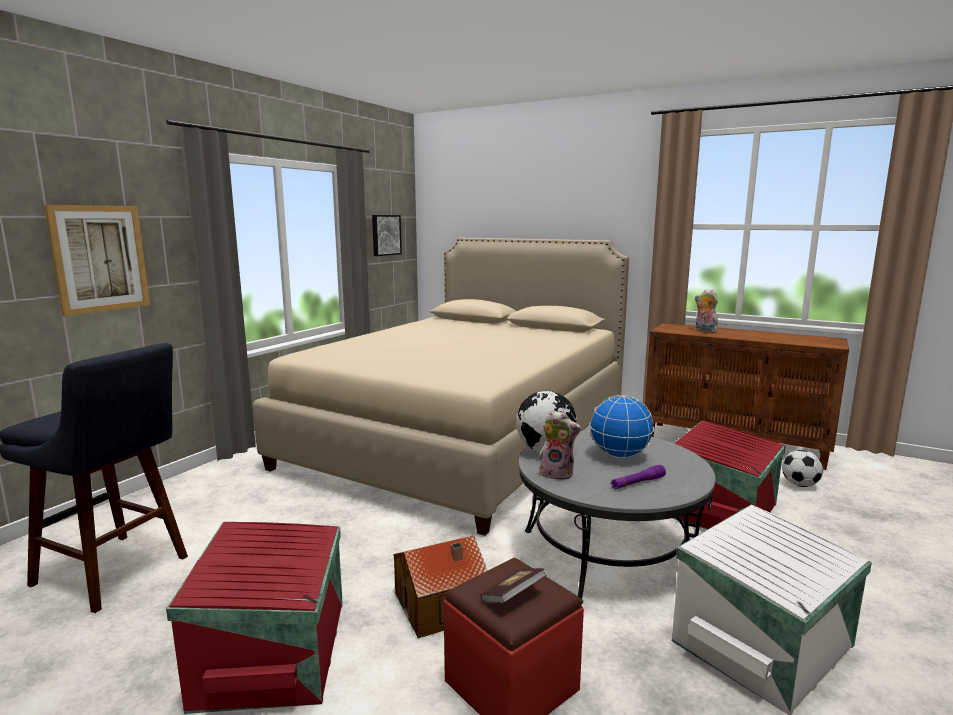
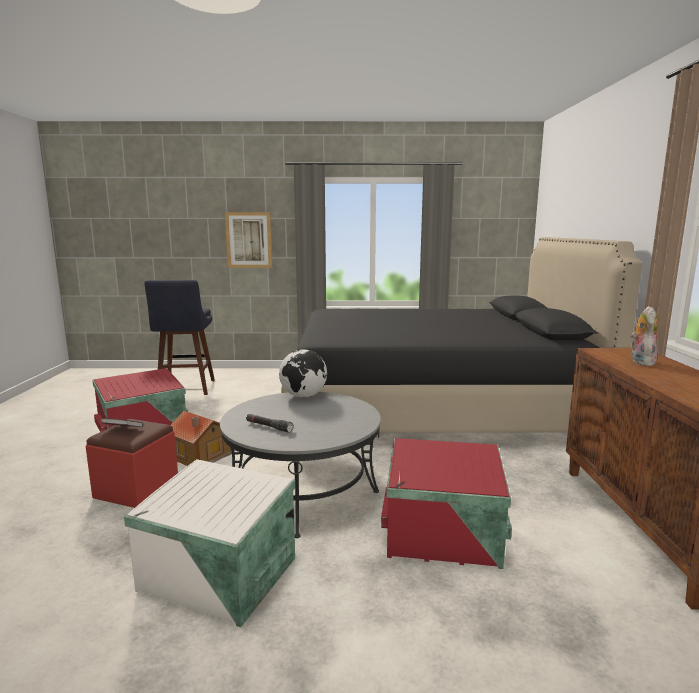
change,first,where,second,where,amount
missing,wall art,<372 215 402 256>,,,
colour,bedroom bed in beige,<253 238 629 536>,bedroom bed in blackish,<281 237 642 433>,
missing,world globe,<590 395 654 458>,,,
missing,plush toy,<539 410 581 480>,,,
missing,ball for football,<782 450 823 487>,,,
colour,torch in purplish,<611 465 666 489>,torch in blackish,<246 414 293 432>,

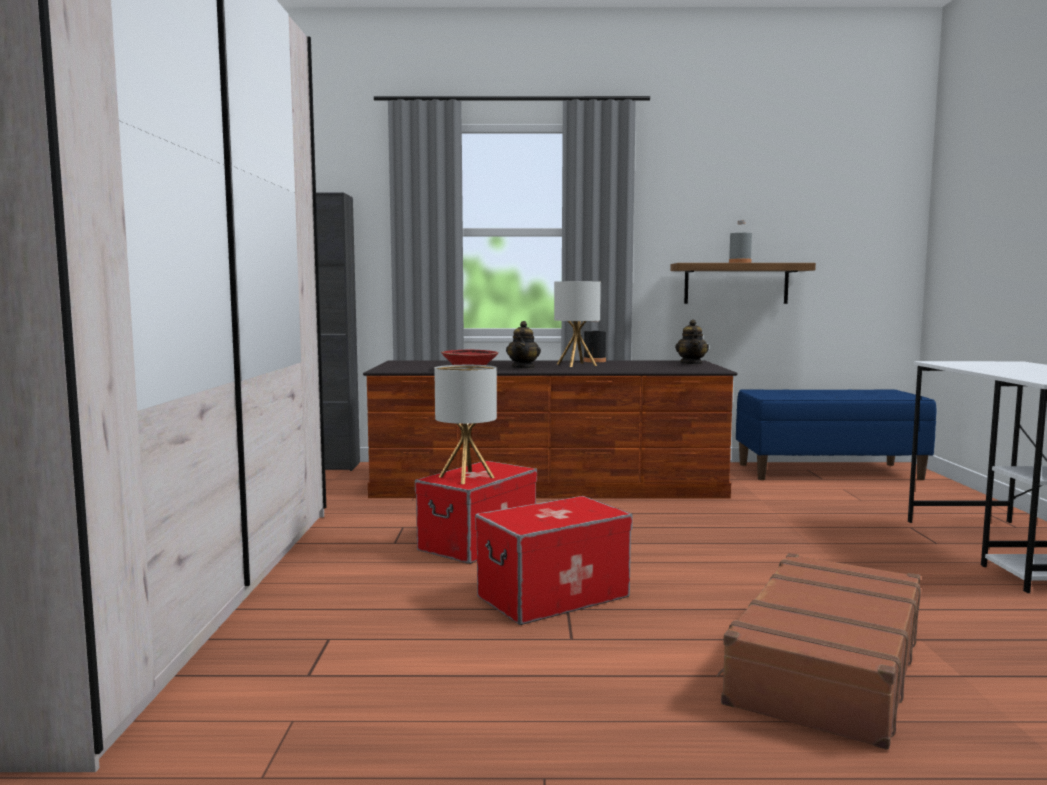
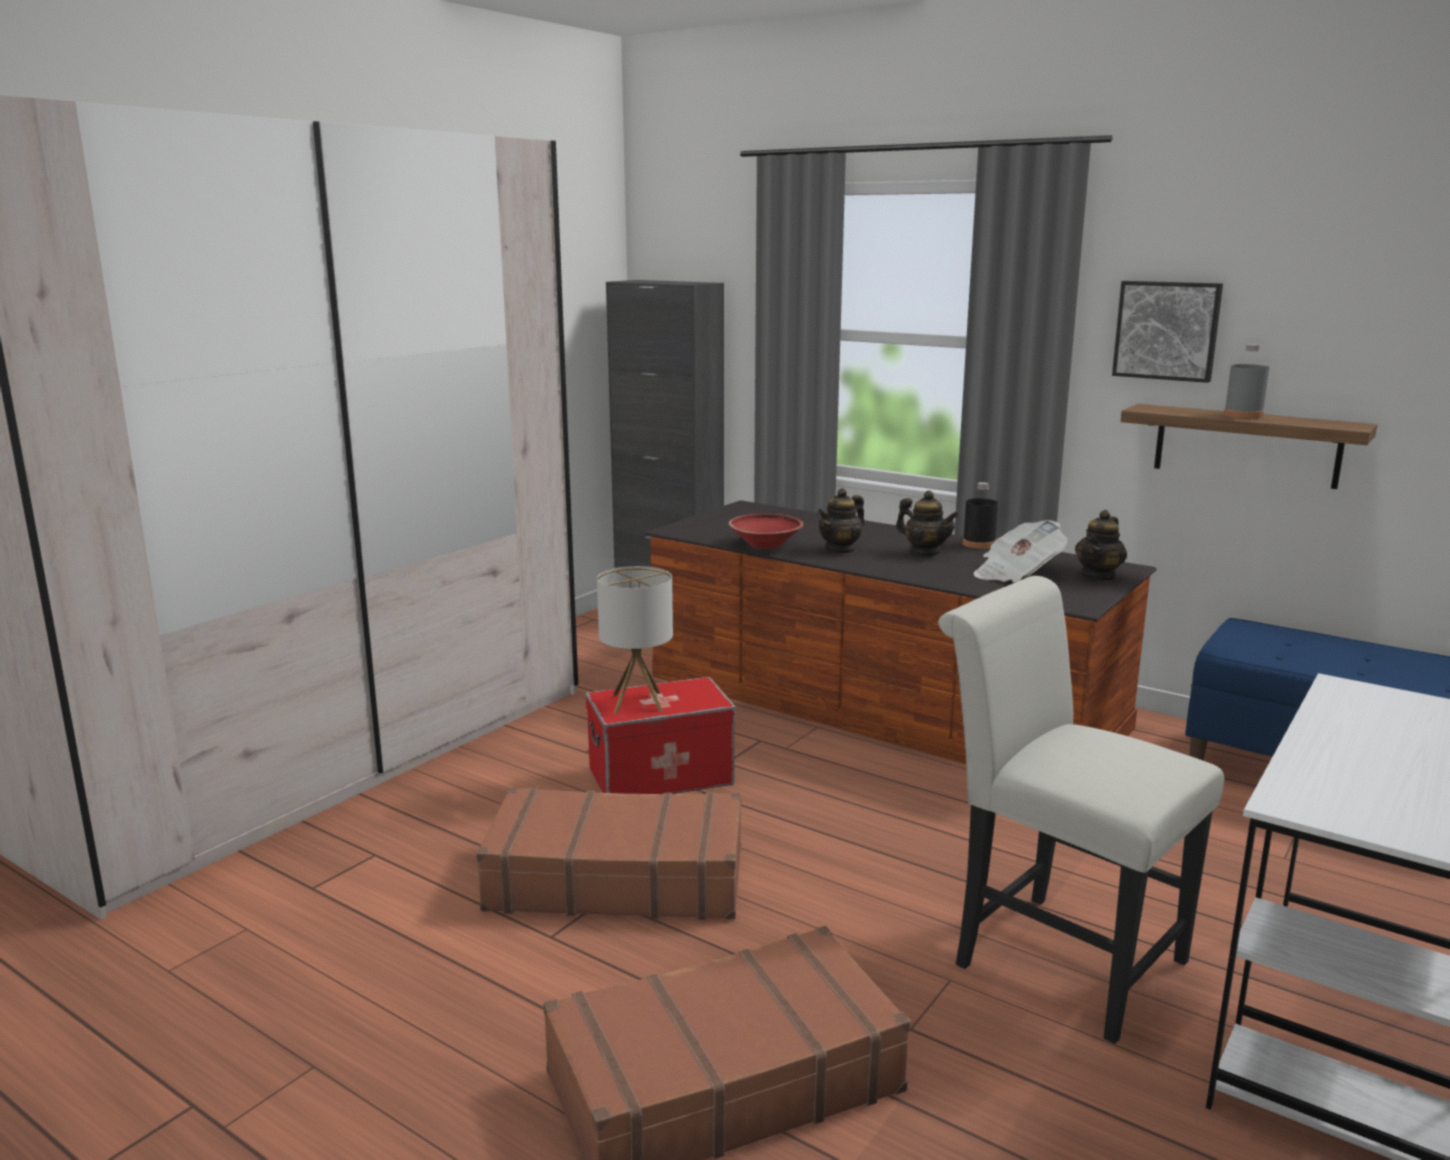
change,first,where,second,where,amount
exchanged,table lamp,<554 281 601 367>,pot for tea,<896 491 959 556>,
exchanged,storage bin,<475 496 633 625>,piece of luggage in brown,<476 787 741 920>,
appeared,,,wall art,<1112 281 1223 383>,
appeared,,,daily paper,<973 520 1068 582>,
appeared,,,chair in whitish,<938 576 1224 1044>,

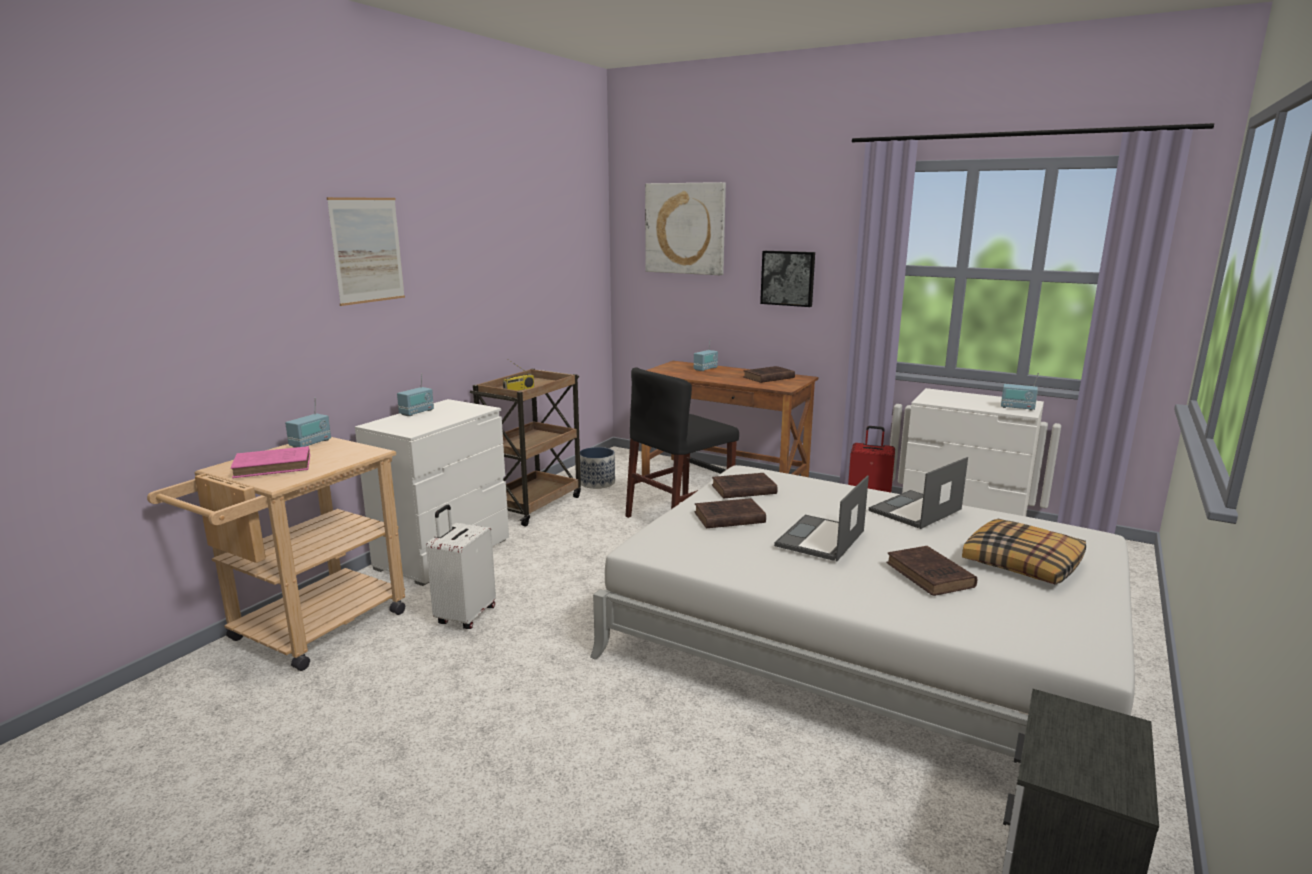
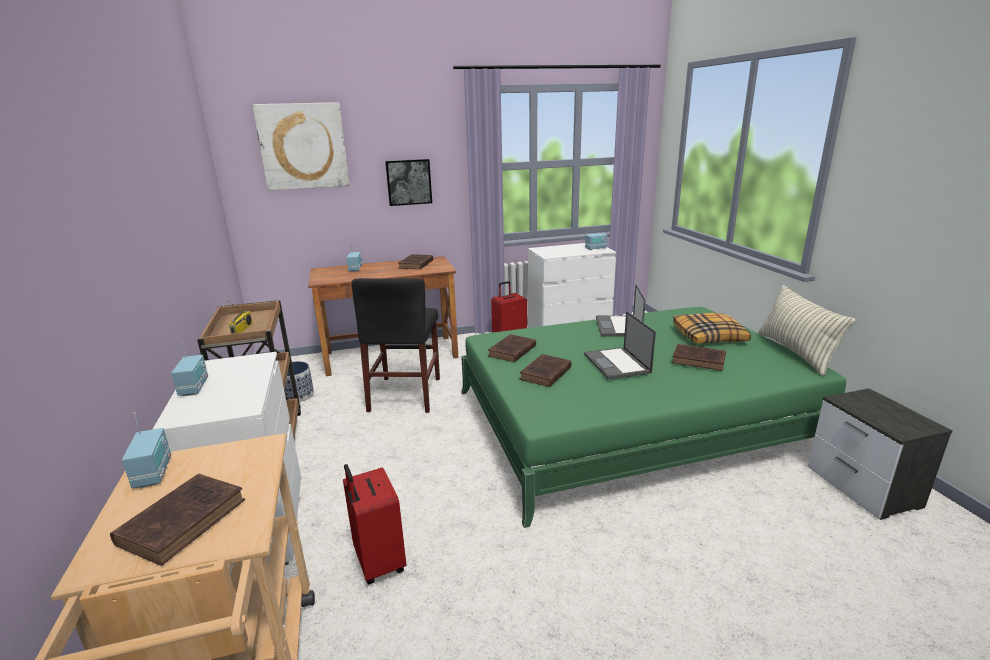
change,first,where,second,where,amount
missing,wall art,<327 197 405 306>,,,
colour,volume in pink,<231 446 310 478>,volume in brown,<110 474 245 566>,
colour,bedroom bed in whitish,<590 465 1135 757>,bedroom bed in greenish,<461 307 846 528>,
colour,piece of luggage in whitish,<426 505 496 629>,piece of luggage in reddish,<343 464 406 584>,
appeared,,,cushion,<758 285 856 376>,

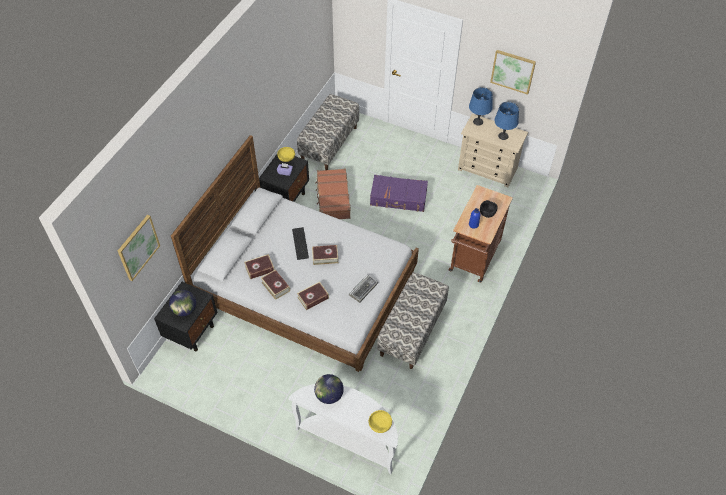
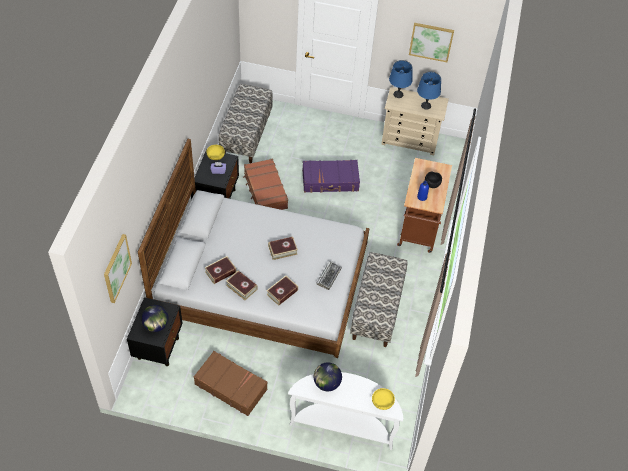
change,first,where,second,where,amount
missing,keyboard,<292 227 309 260>,,,
appeared,,,piece of luggage in brown,<194 351 268 416>,

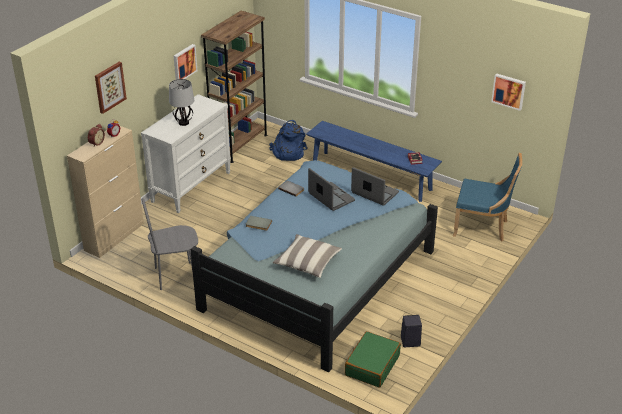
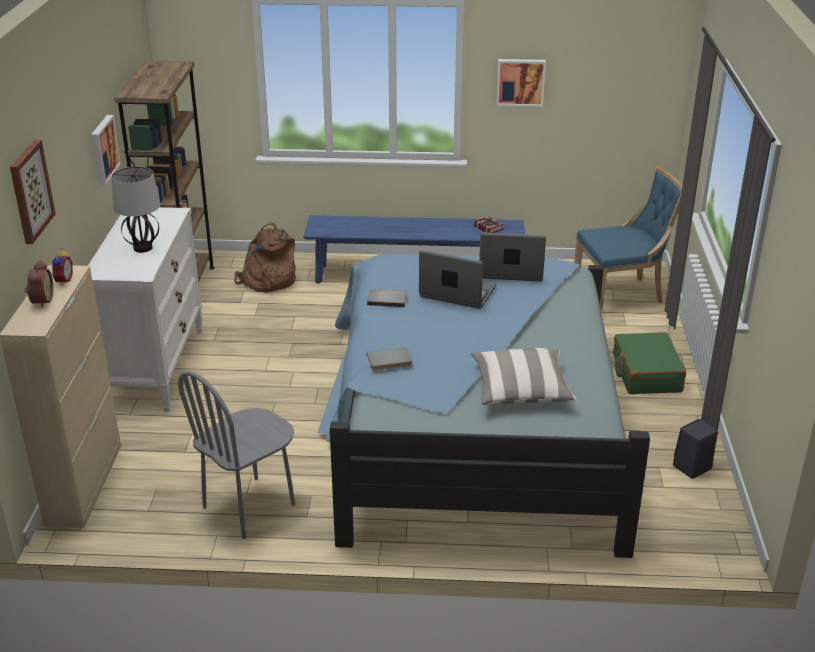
change,first,where,second,where,amount
relocated,wall art,<491 73 526 111>,,<496 59 546 107>,
colour,knapsack in bluish,<269 120 308 161>,knapsack in brown,<234 222 296 293>,
relocated,piece of luggage in greenish,<345 331 401 388>,,<613 332 686 394>,

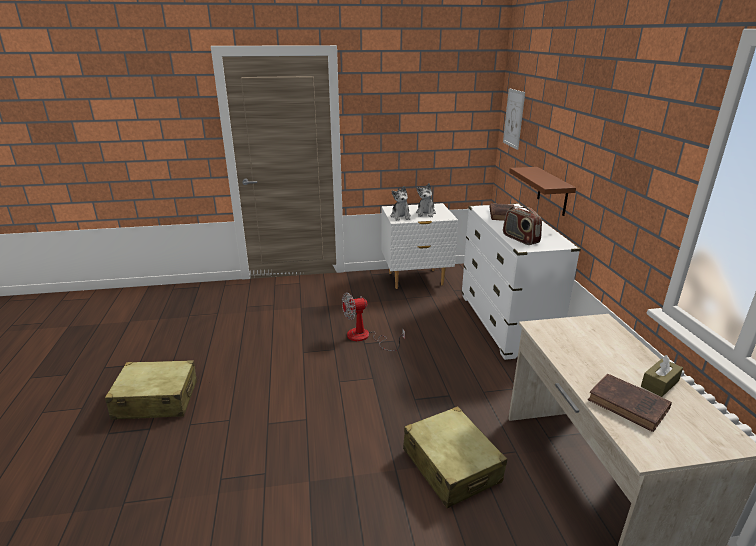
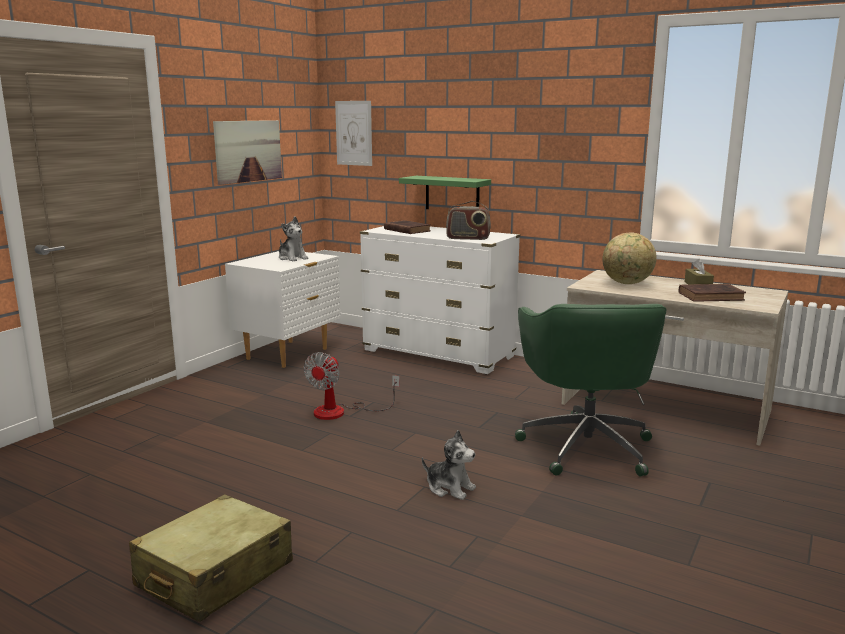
change,first,where,second,where,amount
colour,bracket shelf in brown,<509 167 576 216>,bracket shelf in greenish,<399 176 491 209>,
relocated,plush toy,<391 186 411 221>,,<422 430 476 500>,
exchanged,piece of luggage in beige,<403 406 507 508>,office chair in greenish,<515 304 667 476>,
appeared,,,wall art,<213 120 282 185>,
appeared,,,world globe,<603 232 657 284>,

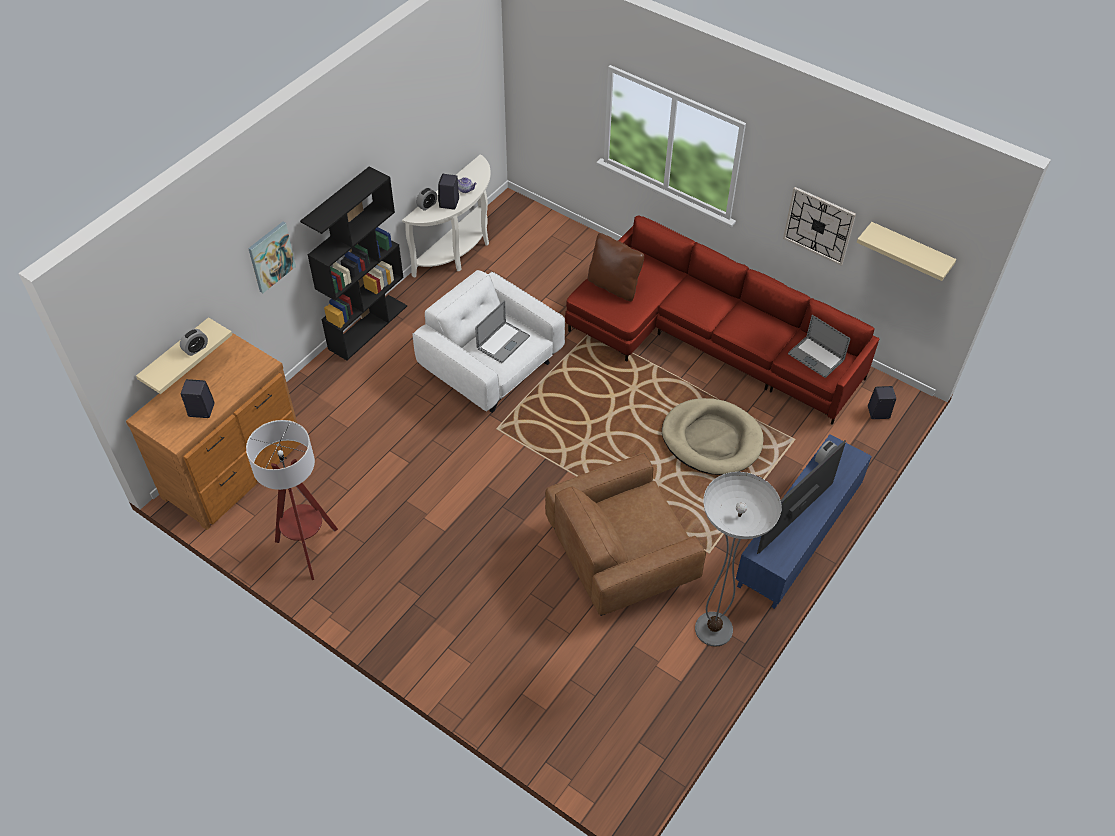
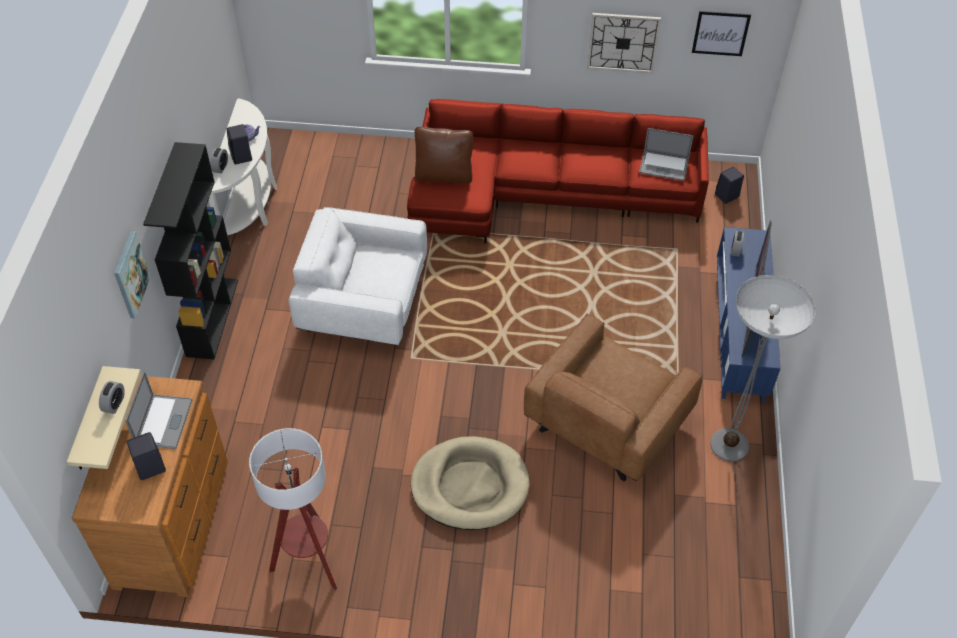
change,first,where,second,where,amount
exchanged,bracket shelf in beige,<857 222 957 281>,wall art,<692 11 751 56>,
relocated,laptop,<475 300 530 363>,,<125 371 192 449>,
relocated,dog cushion in beige,<662 398 763 475>,,<411 436 530 530>,

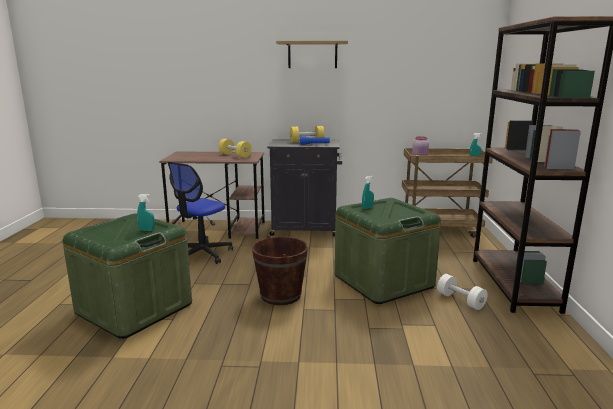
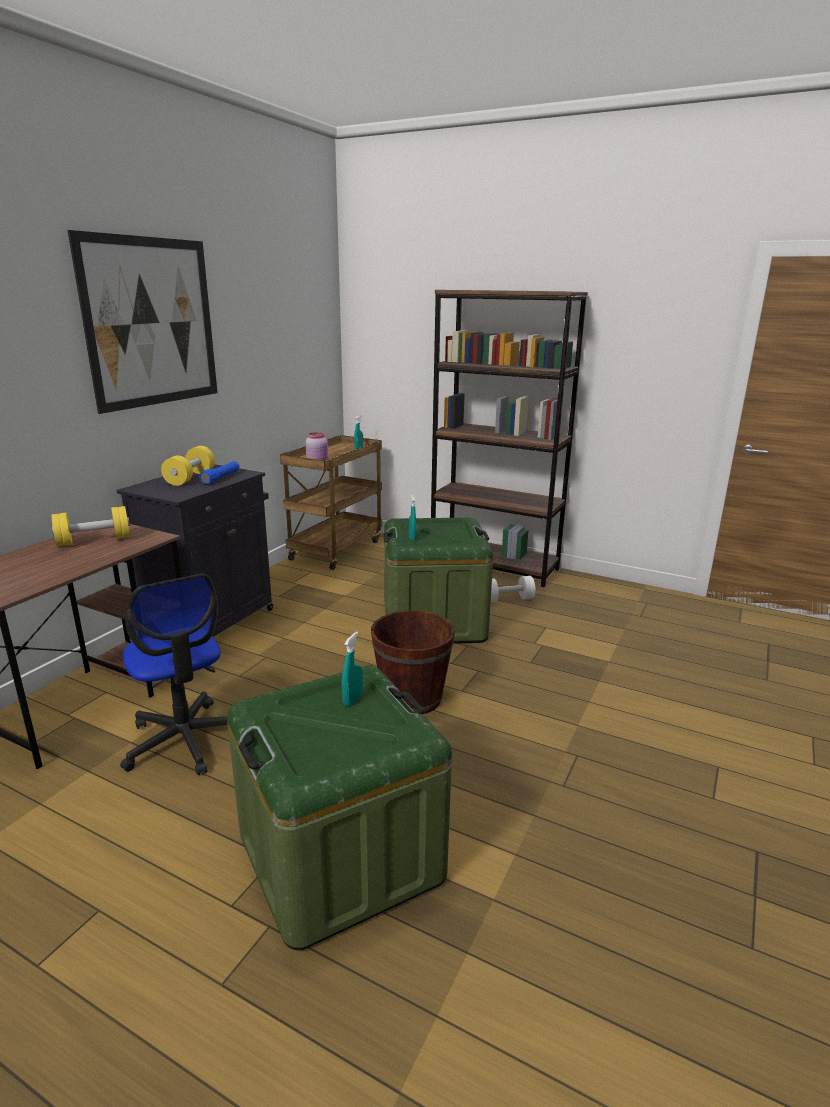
change,first,where,second,where,amount
exchanged,bracket shelf,<276 41 348 68>,wall art,<67 230 218 414>,

